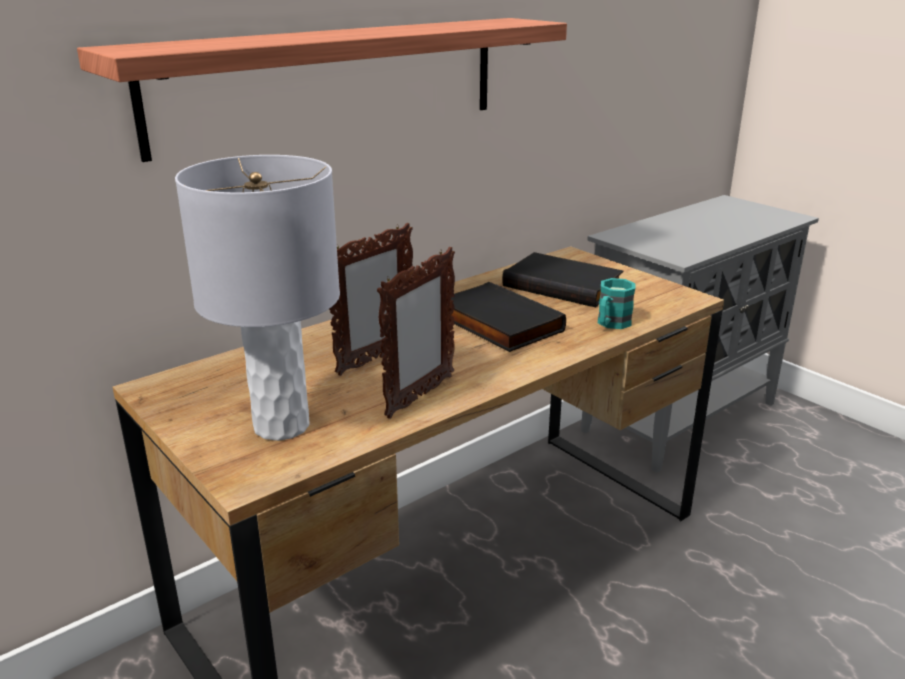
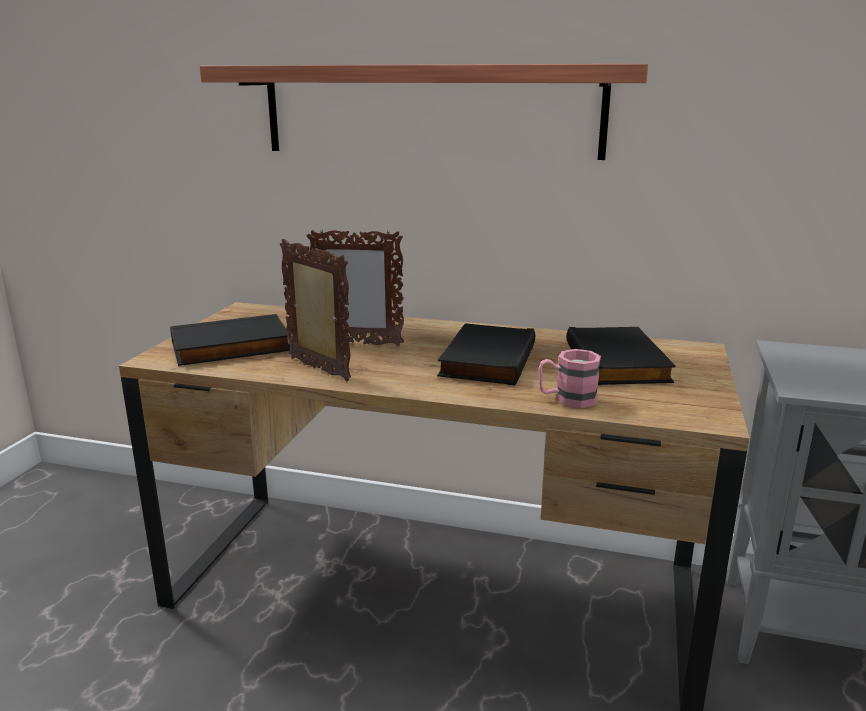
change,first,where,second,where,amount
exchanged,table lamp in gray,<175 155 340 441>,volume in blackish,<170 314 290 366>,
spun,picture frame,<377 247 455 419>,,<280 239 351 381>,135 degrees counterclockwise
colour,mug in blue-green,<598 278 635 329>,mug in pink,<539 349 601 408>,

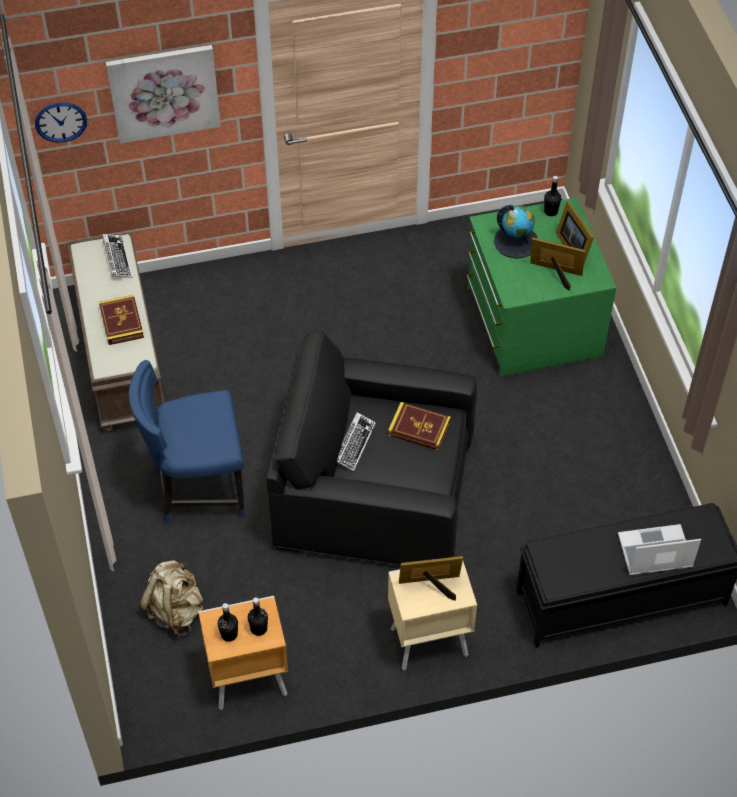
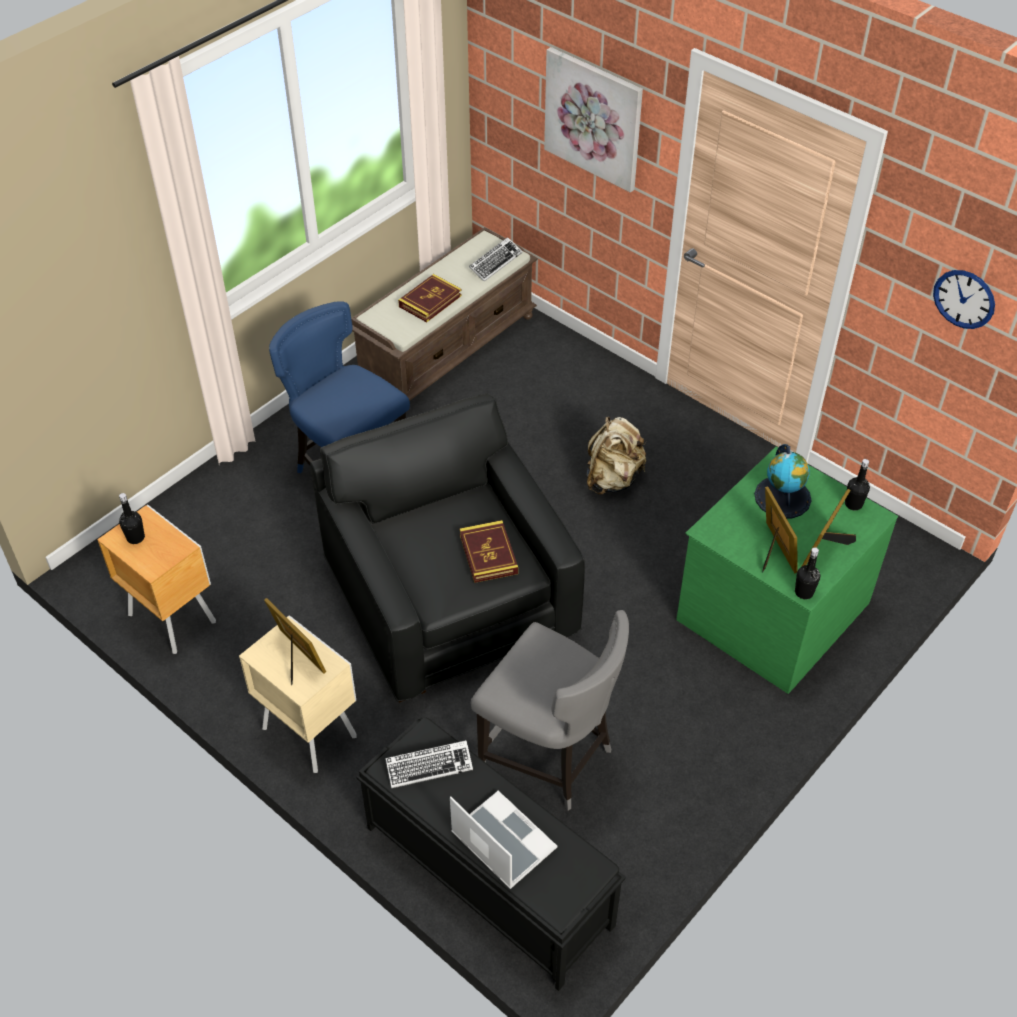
change,first,where,second,where,amount
relocated,hanging clock,<35 102 87 143>,,<933 270 995 329>,
relocated,keyboard,<337 412 376 472>,,<385 740 473 788>,
relocated,knapsack in beige,<140 560 203 637>,,<587 417 646 495>,
relocated,drink bottle in blackish,<248 597 268 636>,,<795 547 820 599>,
appeared,,,chair in gray,<471 610 629 811>,

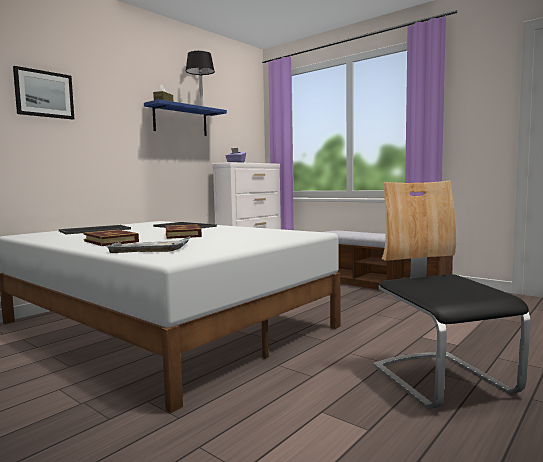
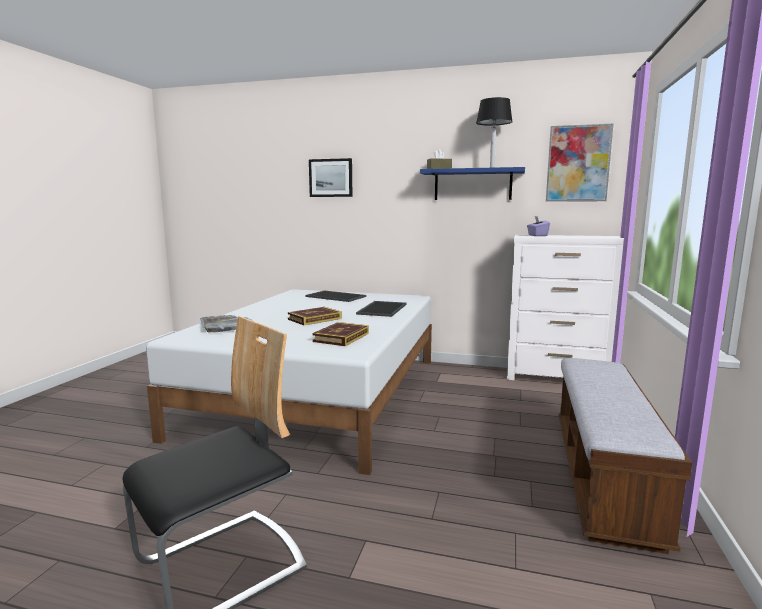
change,first,where,second,where,amount
relocated,volume,<83 230 139 246>,,<312 322 369 346>,
appeared,,,wall art,<546 123 614 202>,

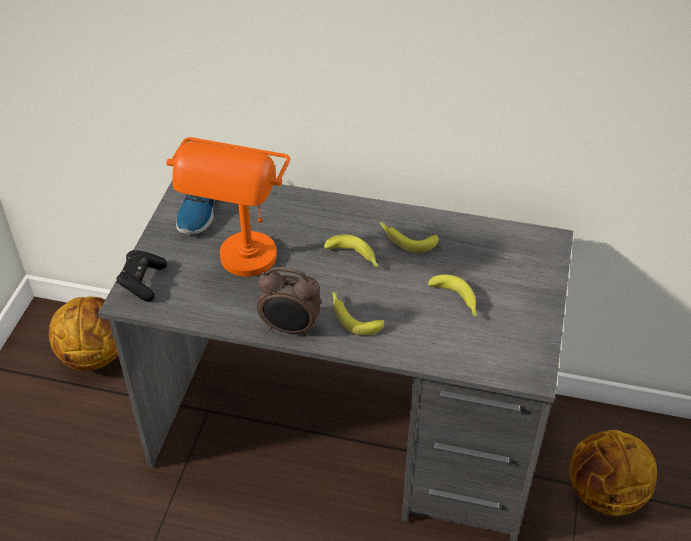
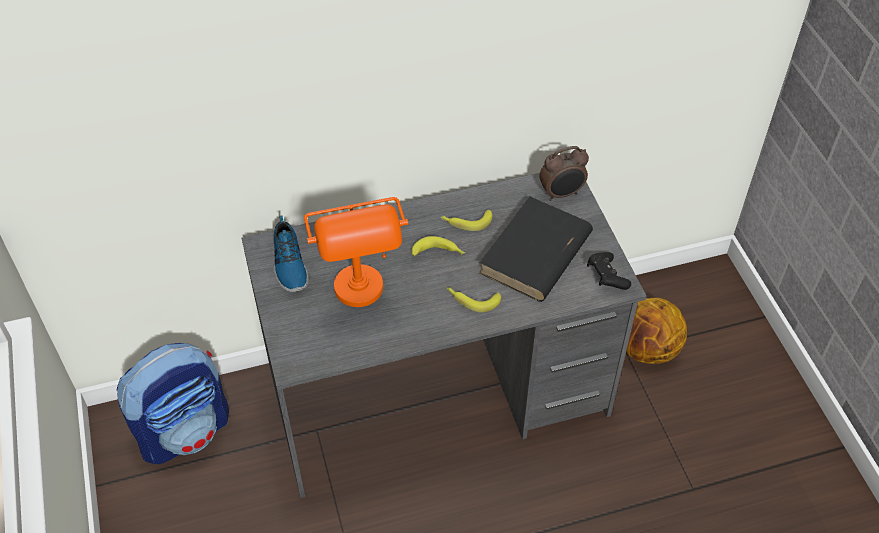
change,first,where,second,where,amount
relocated,gamepad in blackish,<117 250 167 302>,,<587 252 631 290>,
relocated,table clock,<257 267 321 337>,,<539 146 589 201>,
exchanged,banana fruit,<428 275 477 316>,volume in blackish,<479 197 593 302>,
exchanged,ball for basketball,<49 297 118 371>,knapsack,<116 343 229 464>,

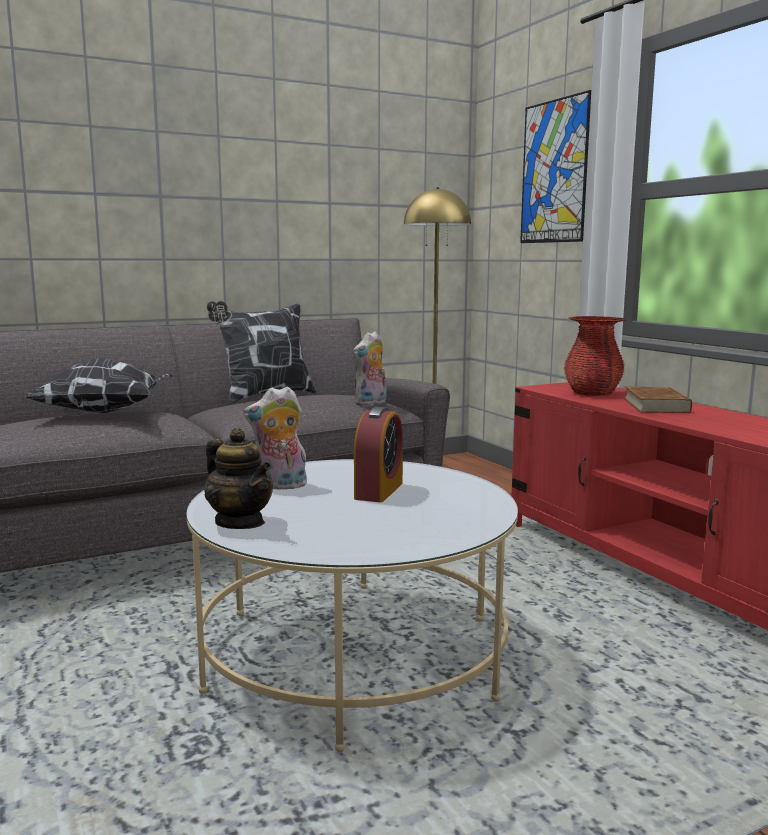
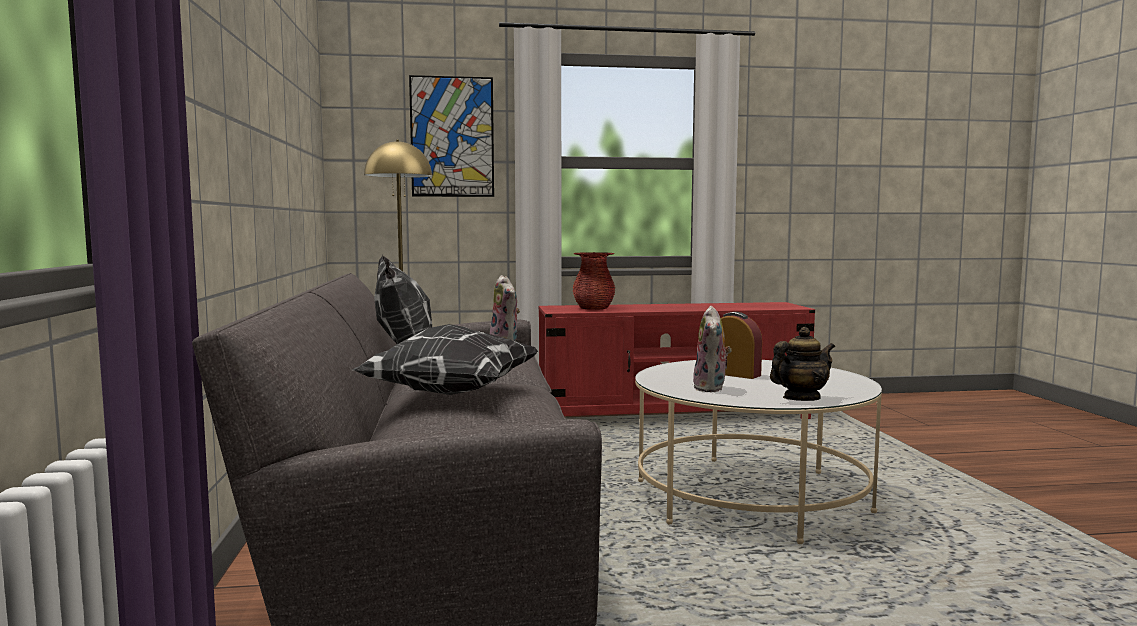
change,first,where,second,where,amount
missing,volume in brown,<624 387 692 413>,,,

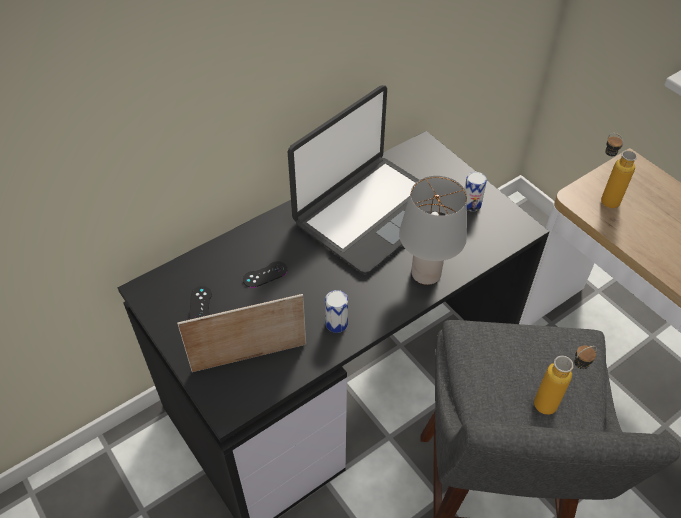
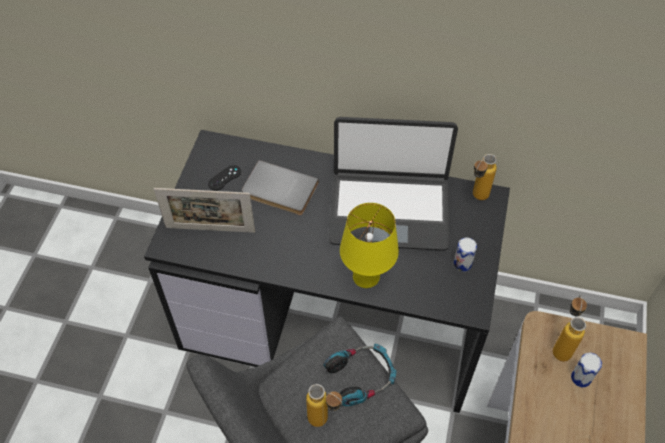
change,first,where,second,where,amount
colour,table lamp in gray,<399 176 467 285>,table lamp in yellowish,<340 203 399 288>,
exchanged,gamepad in blackish,<243 261 287 288>,volume in gray,<242 160 319 215>,
relocated,metal can,<325 290 348 333>,,<571 353 602 387>,
spun,picture frame,<177 294 306 372>,,<154 188 255 233>,150 degrees clockwise
appeared,,,drink bottle,<473 154 497 200>,
appeared,,,headphones,<324 343 397 406>,

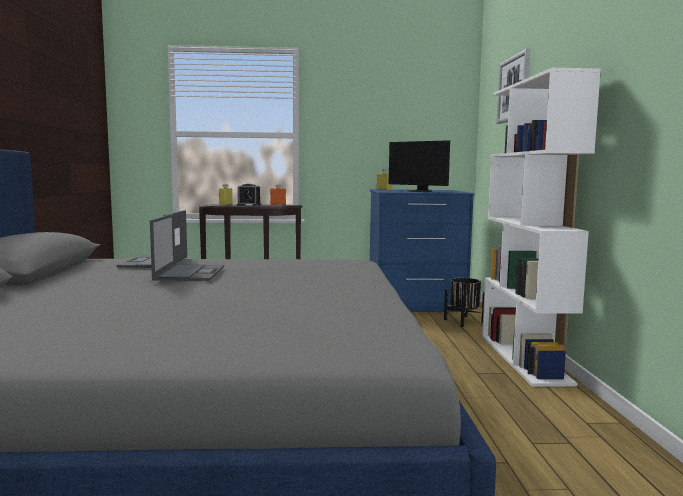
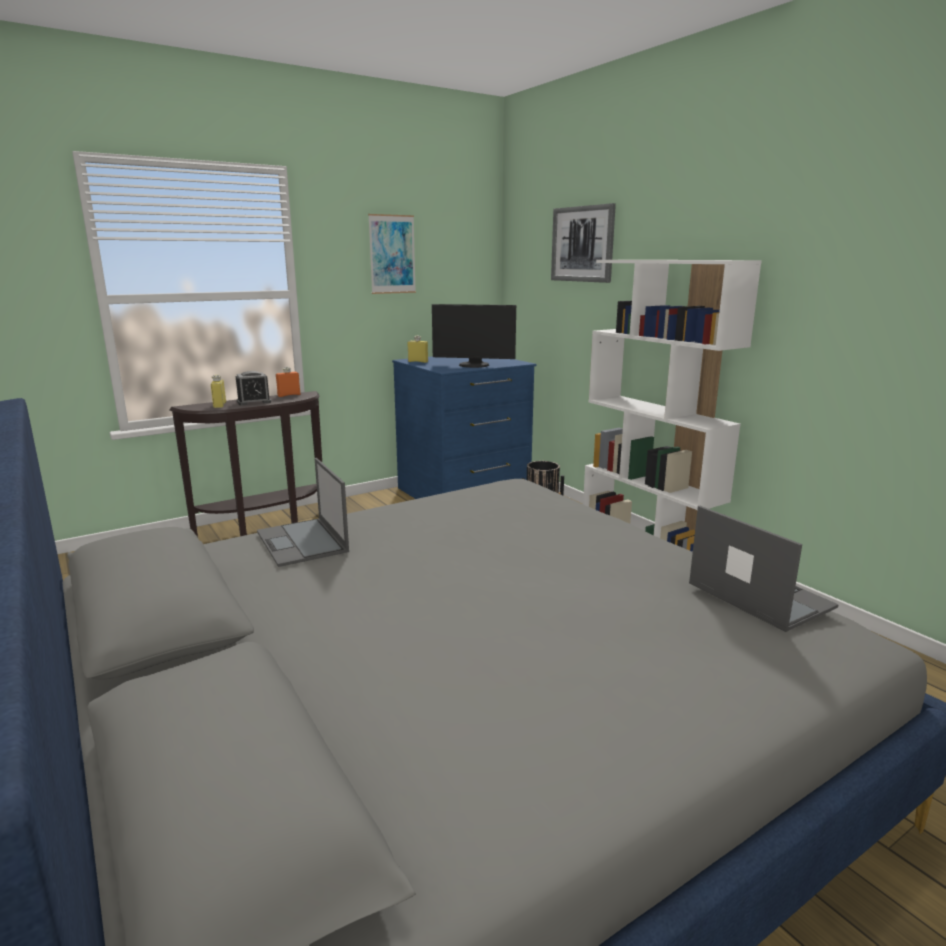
change,first,where,second,where,amount
relocated,laptop,<150 214 224 281>,,<689 506 839 632>,
appeared,,,wall art,<368 214 416 294>,

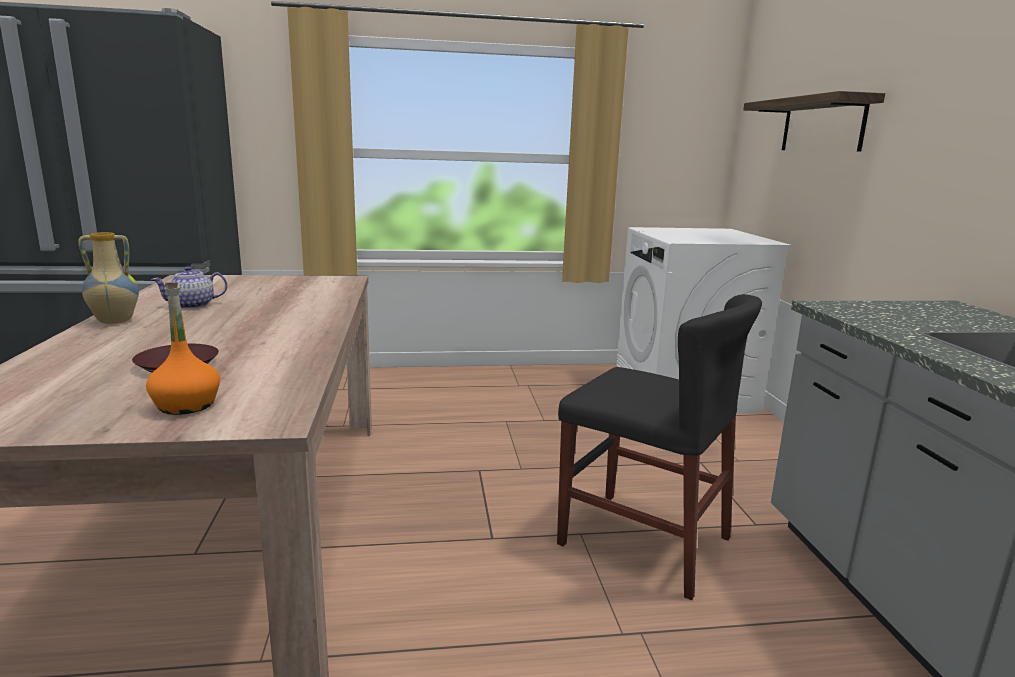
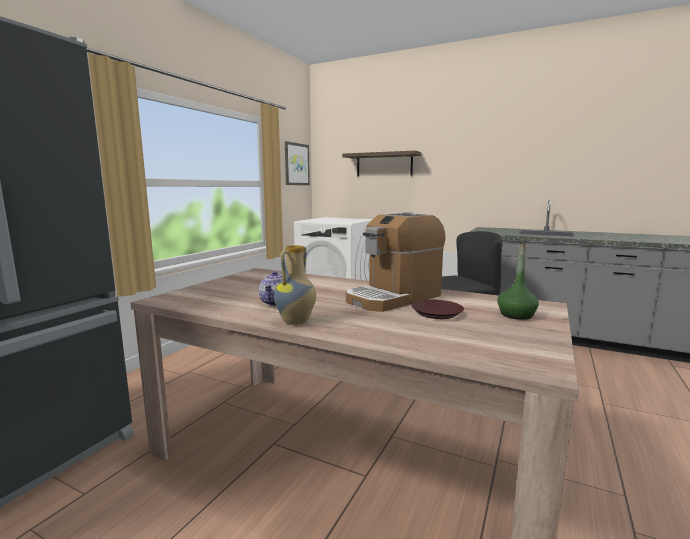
change,first,where,second,where,amount
colour,drink bottle in orangey,<146 282 220 415>,drink bottle in greenish,<497 244 539 320>,
appeared,,,wall art,<285 141 310 185>,
appeared,,,coffee machine,<346 212 446 312>,

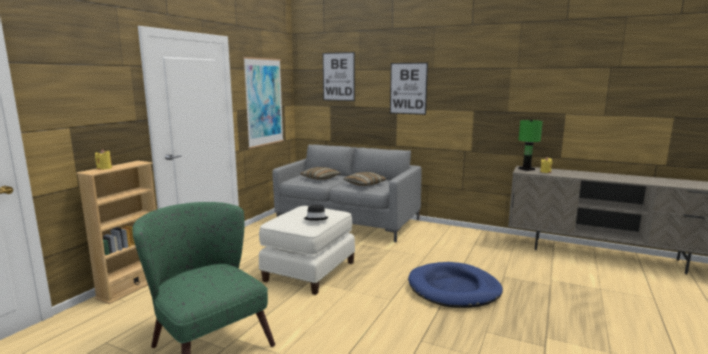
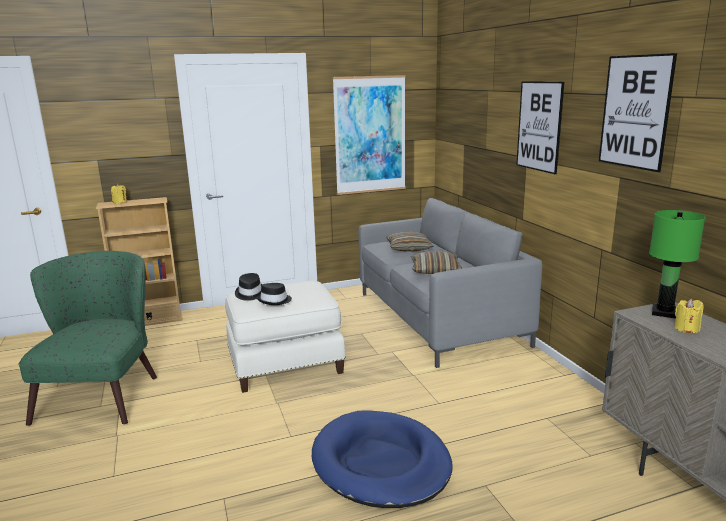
change,first,where,second,where,amount
relocated,wall art,<323 52 355 101>,,<599 53 677 172>,
appeared,,,hat in blackish,<235 273 262 301>,

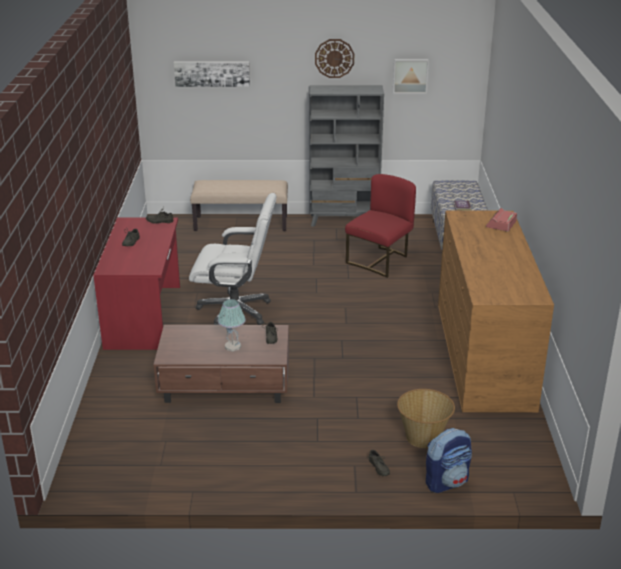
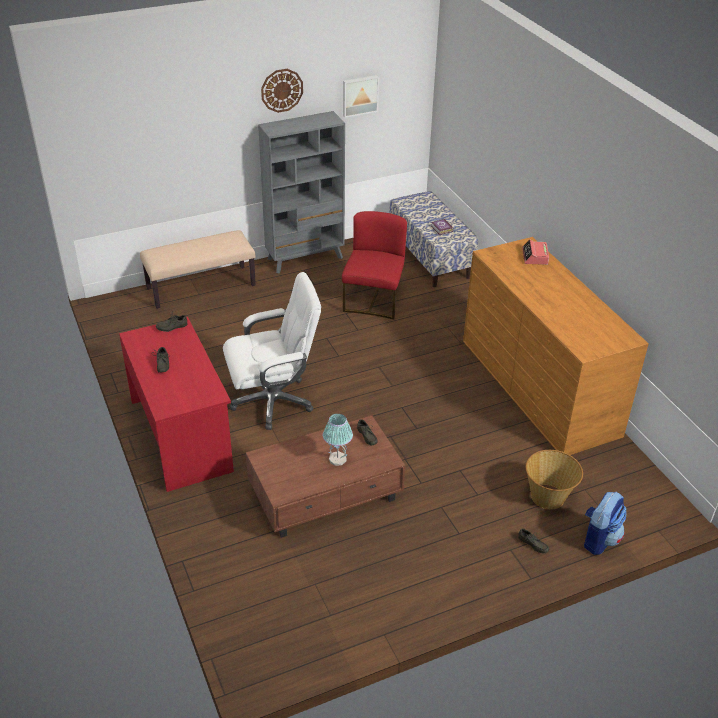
change,first,where,second,where,amount
missing,wall art,<174 61 250 87>,,,

